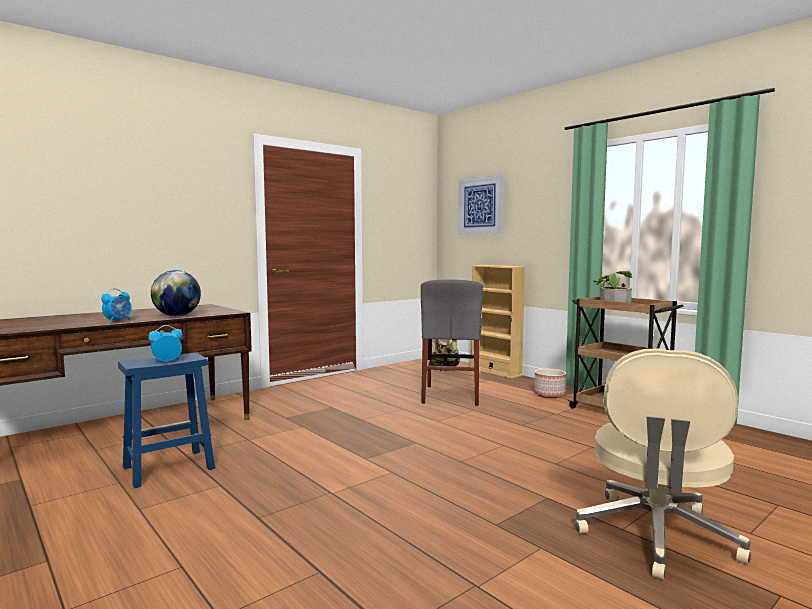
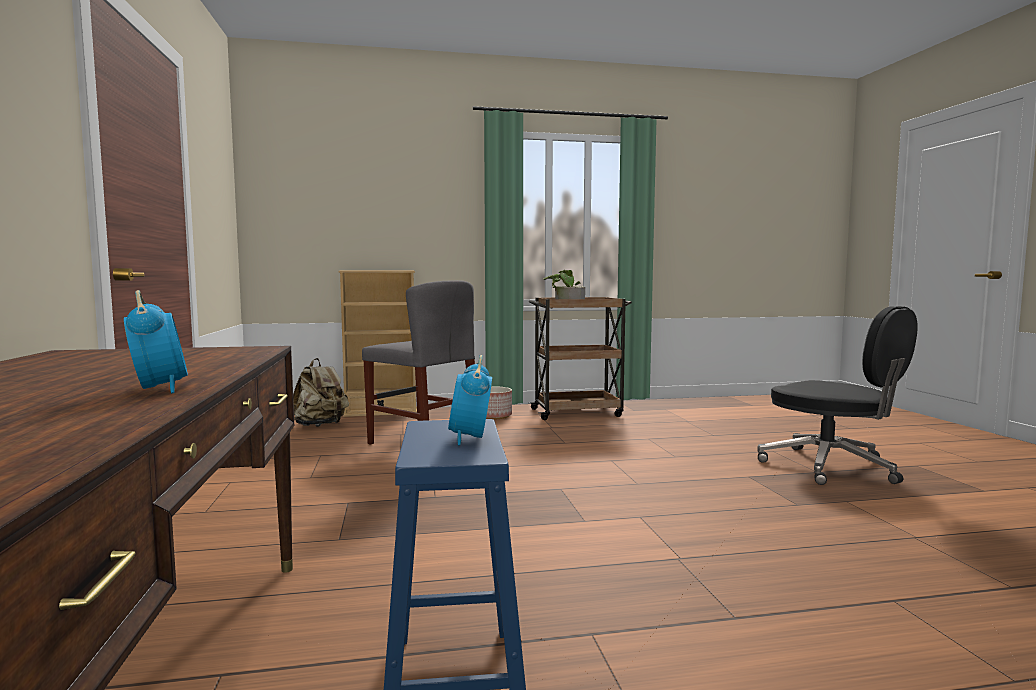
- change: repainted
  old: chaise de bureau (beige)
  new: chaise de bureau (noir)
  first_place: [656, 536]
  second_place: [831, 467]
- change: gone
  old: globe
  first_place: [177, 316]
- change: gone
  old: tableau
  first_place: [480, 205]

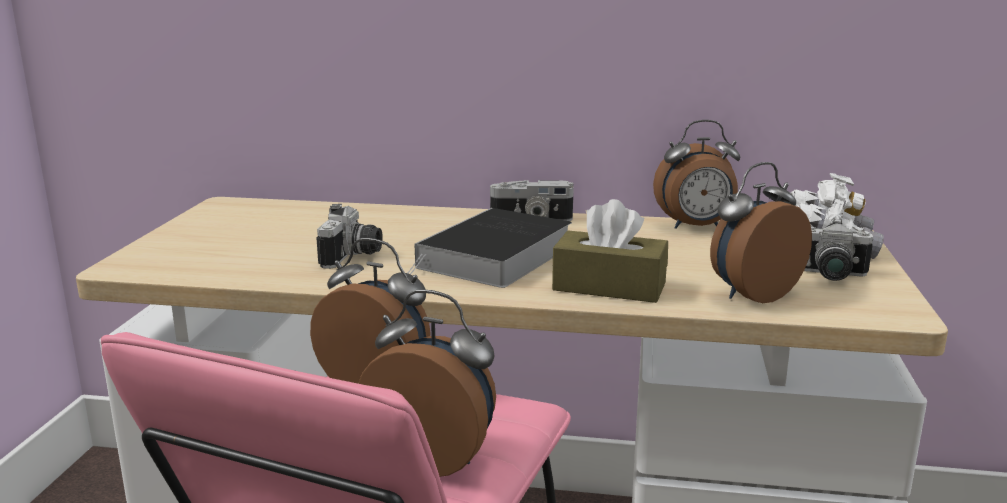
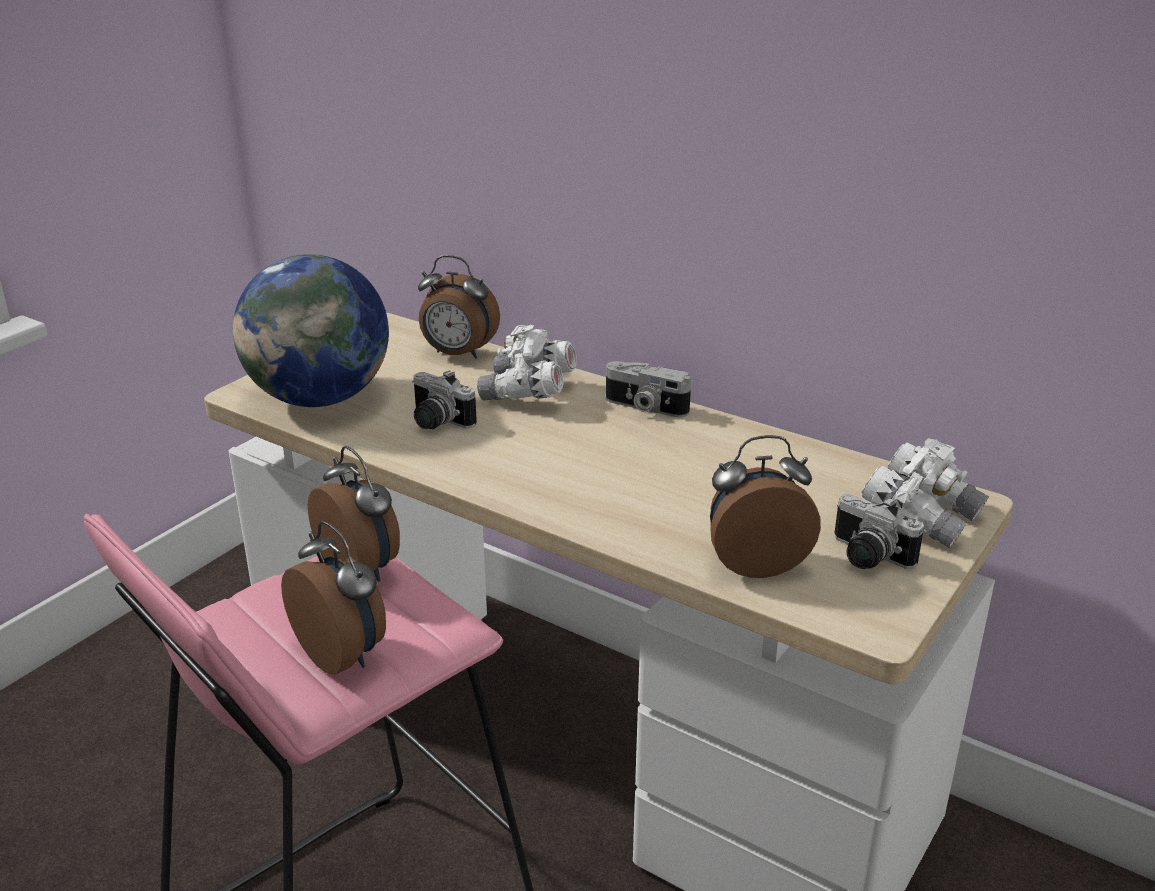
- change: new
  new: globe
  second_place: [320, 398]
- change: rotated
  old: appareil photo
  first_place: [354, 256]
  second_place: [436, 422]
  degrees: 90
- change: shifted
  old: réveil
  first_place: [695, 227]
  second_place: [457, 354]
- change: new
  new: jumelles (blanc)
  second_place: [528, 393]
- change: gone
  old: livre
  first_place: [494, 258]
- change: gone
  old: boîte à mouchoirs (marron)
  first_place: [609, 286]

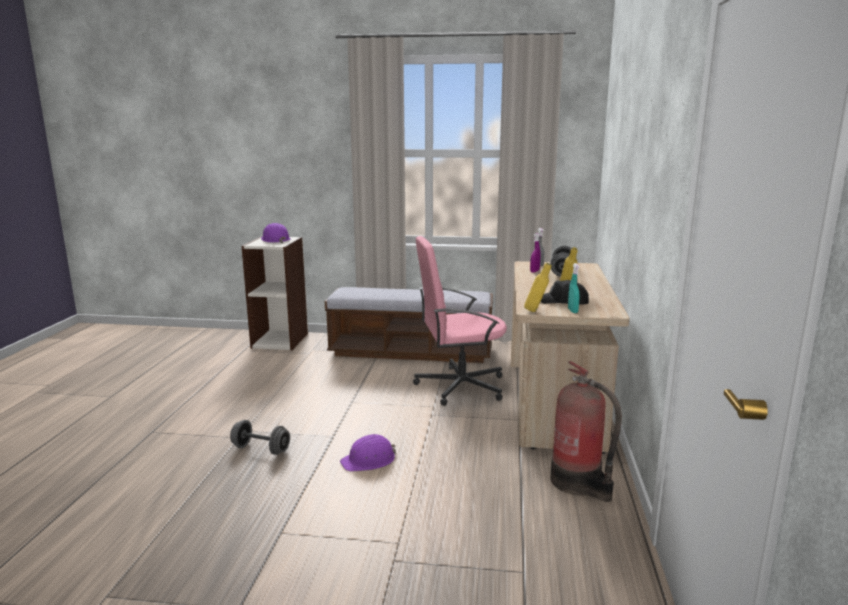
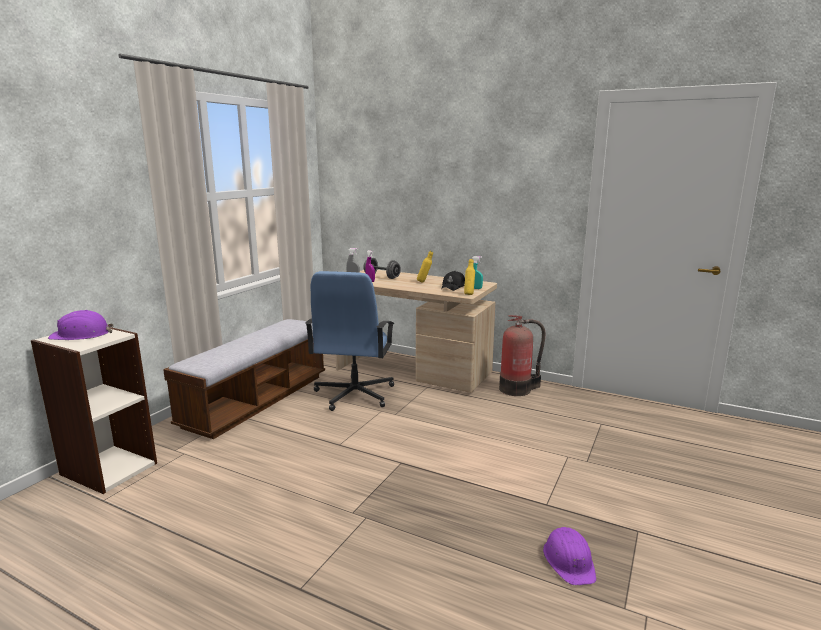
- change: repainted
  old: chaise de bureau (rose)
  new: chaise de bureau (bleu)
  first_place: [459, 386]
  second_place: [354, 394]
- change: shifted
  old: casque de chantier (violet)
  first_place: [369, 460]
  second_place: [569, 561]
- change: gone
  old: haltère (gris)
  first_place: [261, 449]

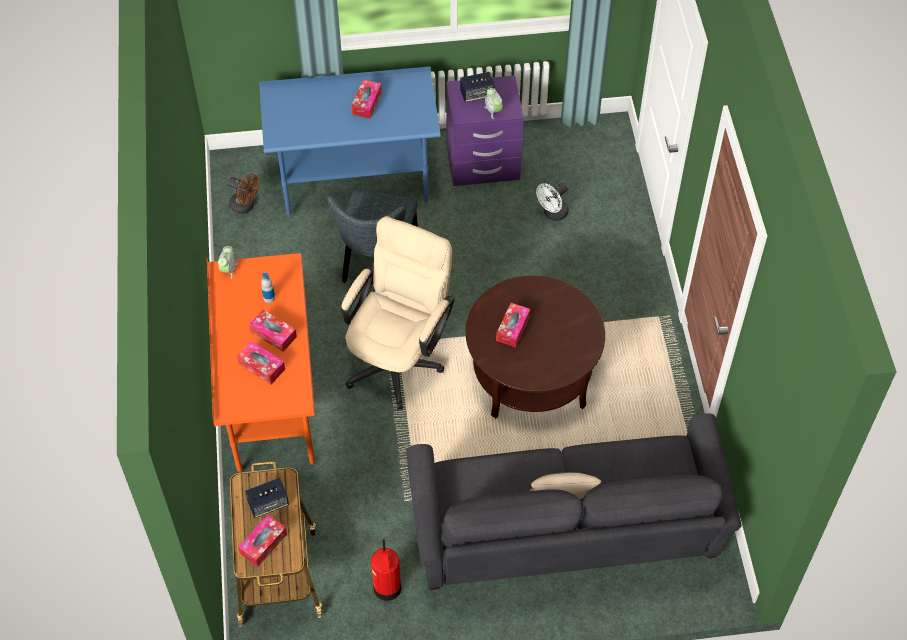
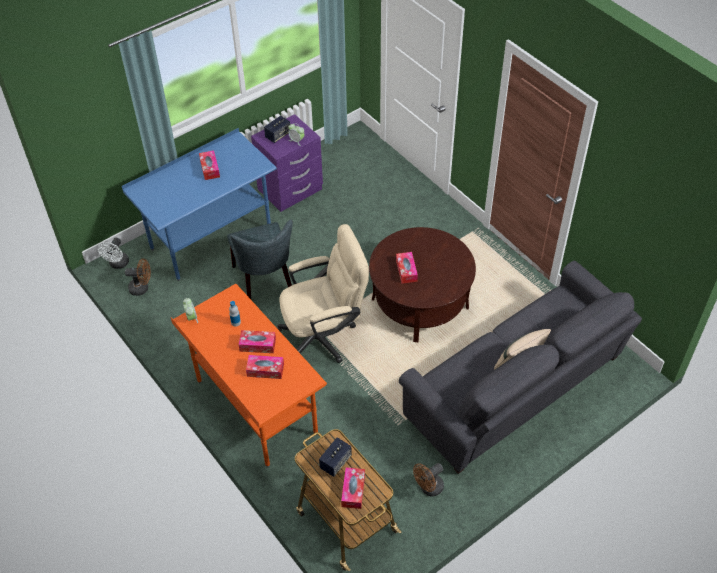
- change: shifted
  old: ventilateur (blanc)
  first_place: [552, 214]
  second_place: [118, 264]
- change: rotated
  old: chaise de bureau (beige)
  first_place: [399, 357]
  second_place: [324, 335]
  degrees: 75
- change: swapped
  old: extincteur
  new: ventilateur (marron)
  first_place: [387, 588]
  second_place: [428, 488]

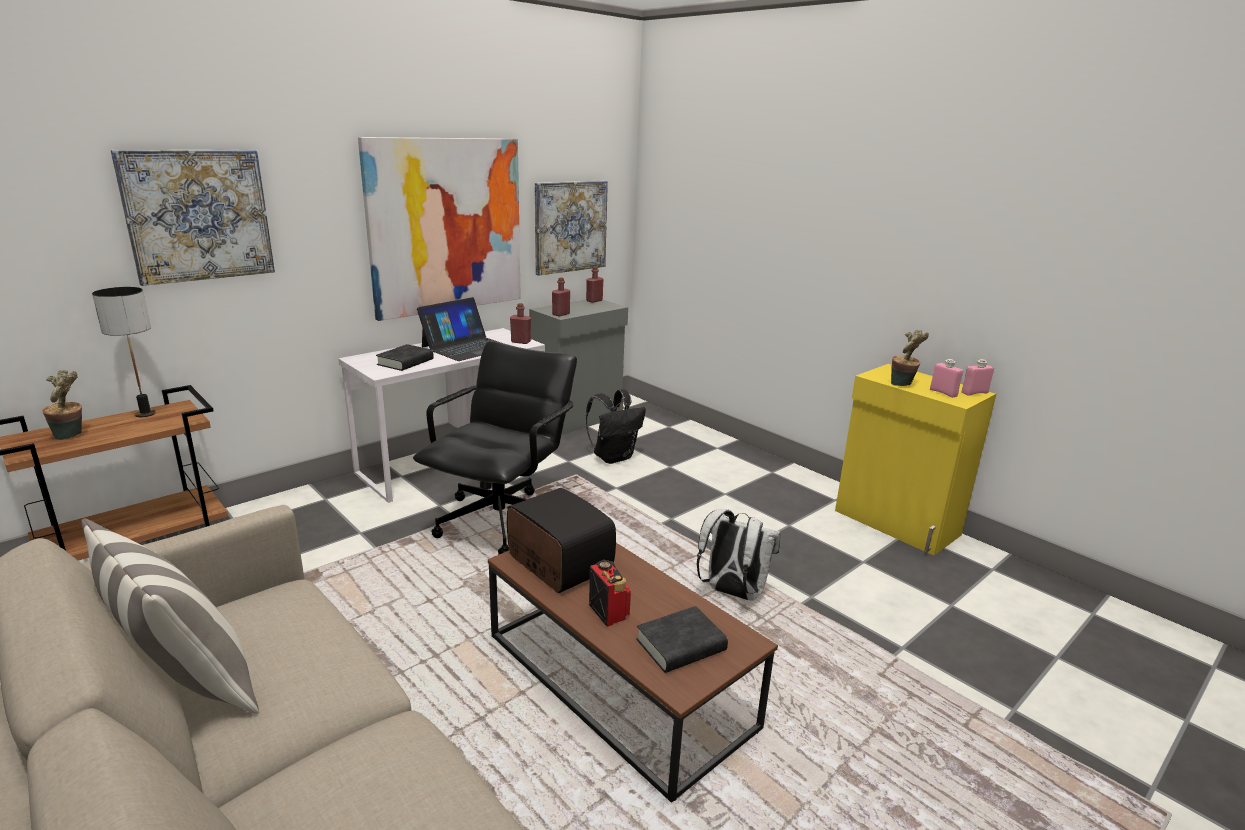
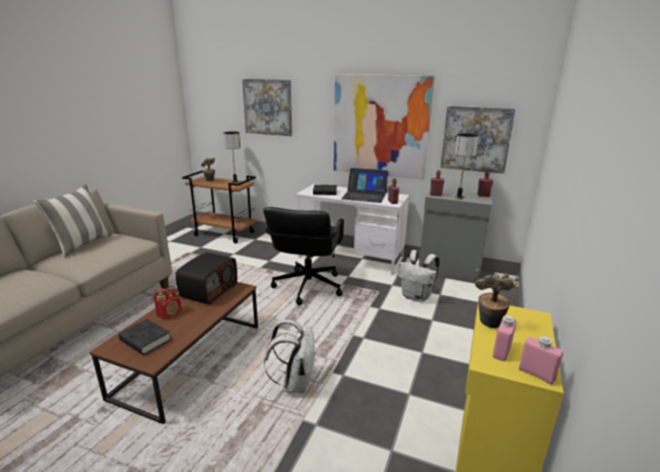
- change: rotated
  old: chaise de bureau (noir)
  first_place: [501, 521]
  second_place: [307, 287]
  degrees: 105
- change: repainted
  old: sac à dos (noir)
  new: sac à dos (blanc)
  first_place: [614, 457]
  second_place: [416, 297]
- change: new
  new: lampe de table
  second_place: [459, 197]

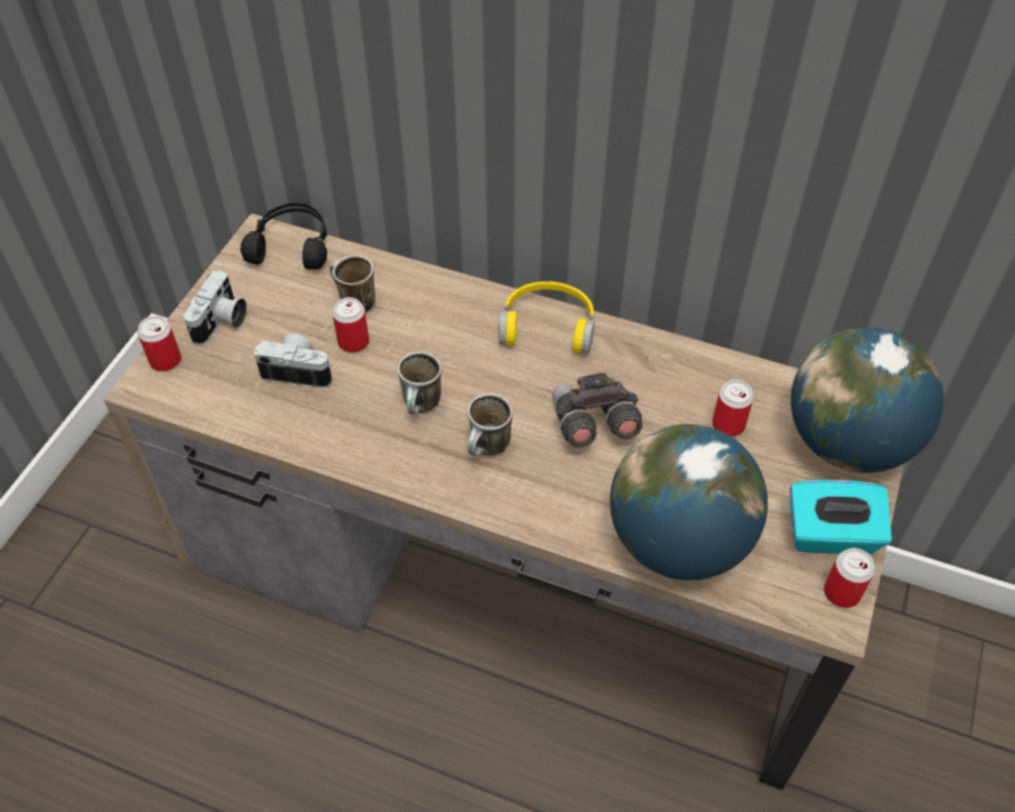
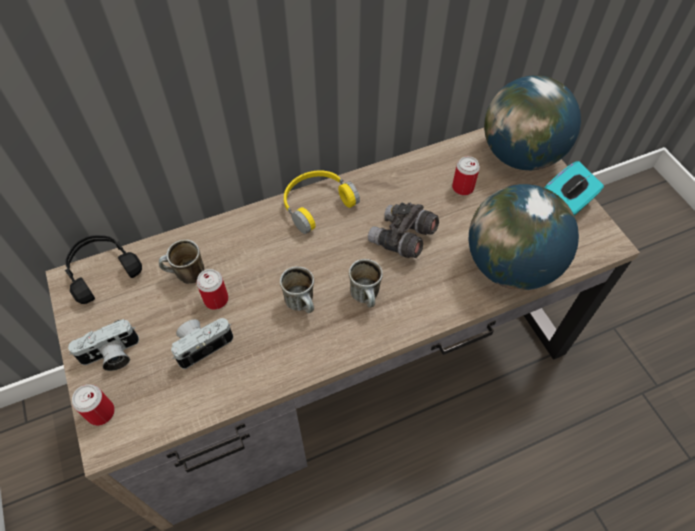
- change: rotated
  old: appareil photo
  first_place: [221, 322]
  second_place: [111, 356]
  degrees: 90
- change: gone
  old: boîte métallique
  first_place: [841, 592]

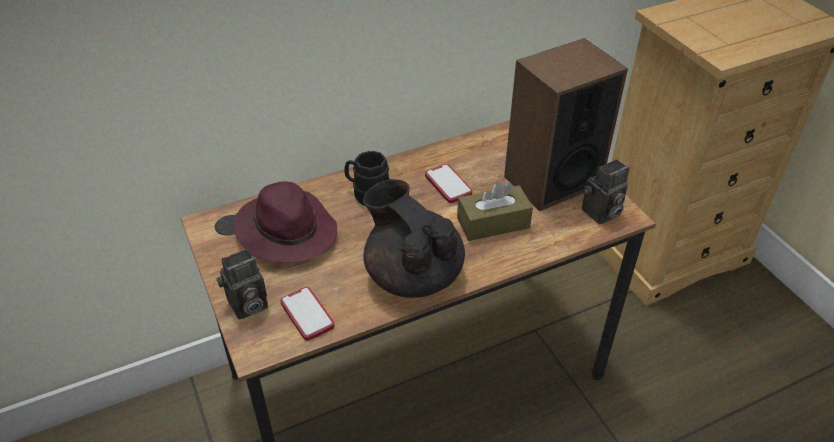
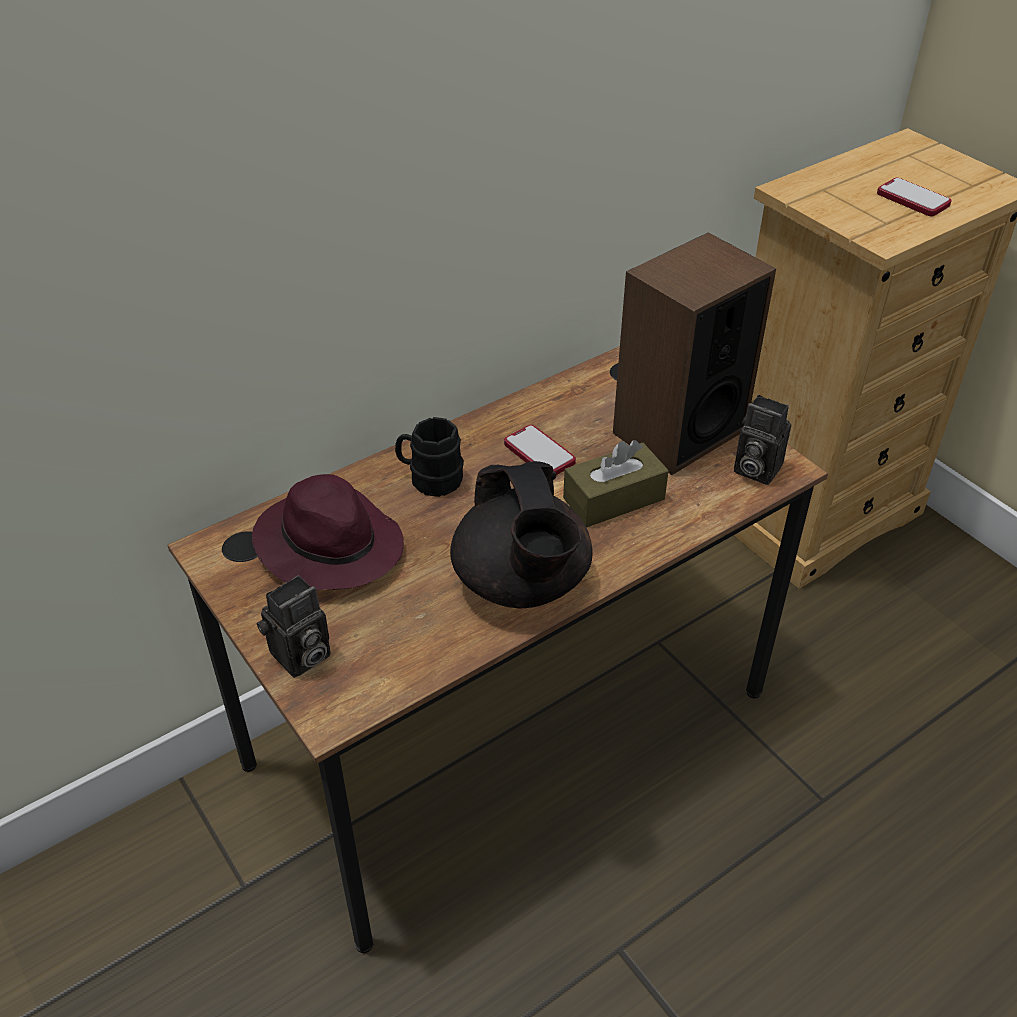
- change: rotated
  old: théière (noir)
  first_place: [412, 275]
  second_place: [522, 583]
  degrees: -150
- change: rotated
  old: appareil photo
  first_place: [601, 214]
  second_place: [754, 469]
  degrees: 75
- change: shifted
  old: téléphone
  first_place: [307, 314]
  second_place: [913, 199]

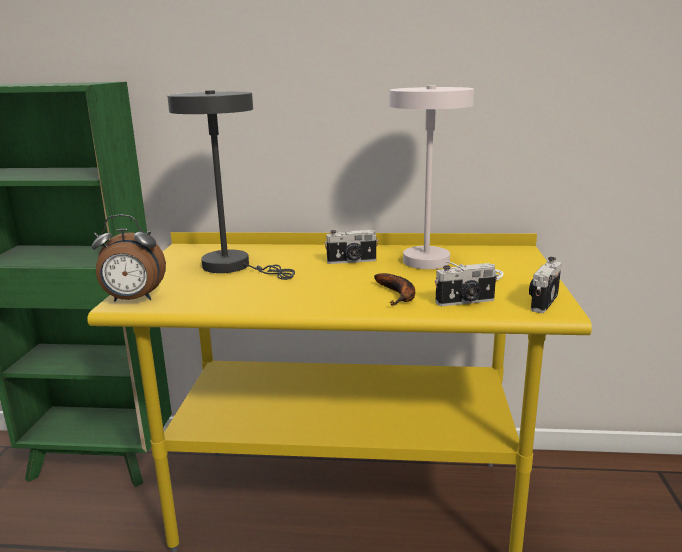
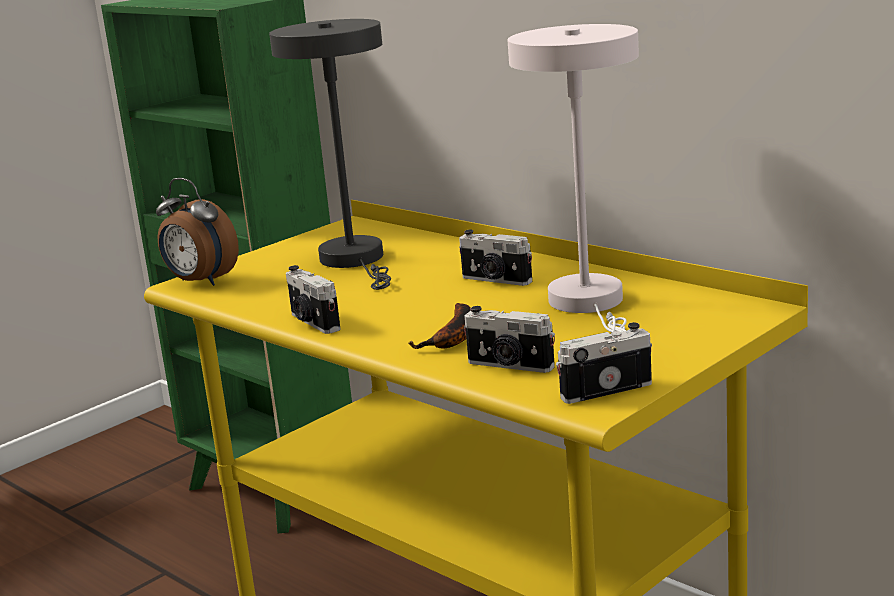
- change: new
  new: appareil photo
  second_place: [313, 322]

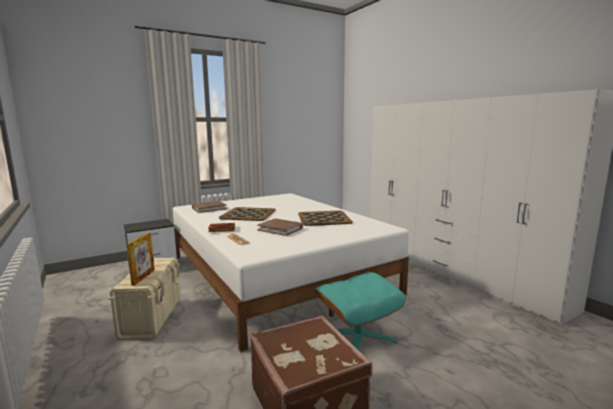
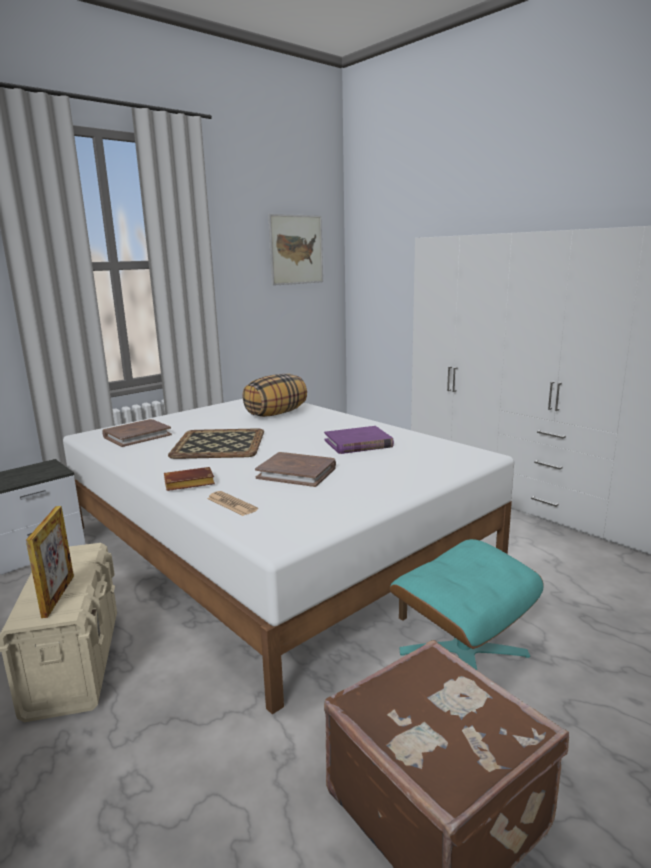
- change: new
  new: coussin
  second_place: [276, 413]
- change: new
  new: tableau
  second_place: [296, 249]
- change: swapped
  old: plateau
  new: livre (violet)
  first_place: [323, 218]
  second_place: [358, 443]

